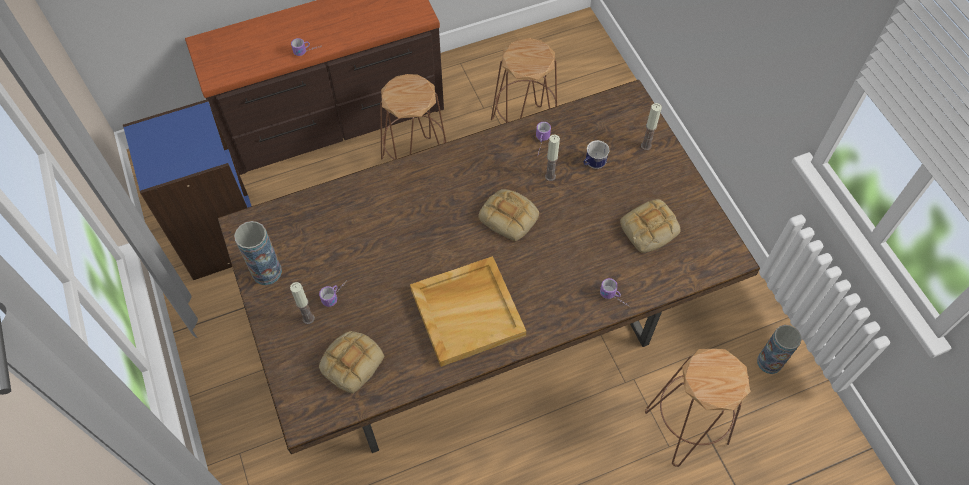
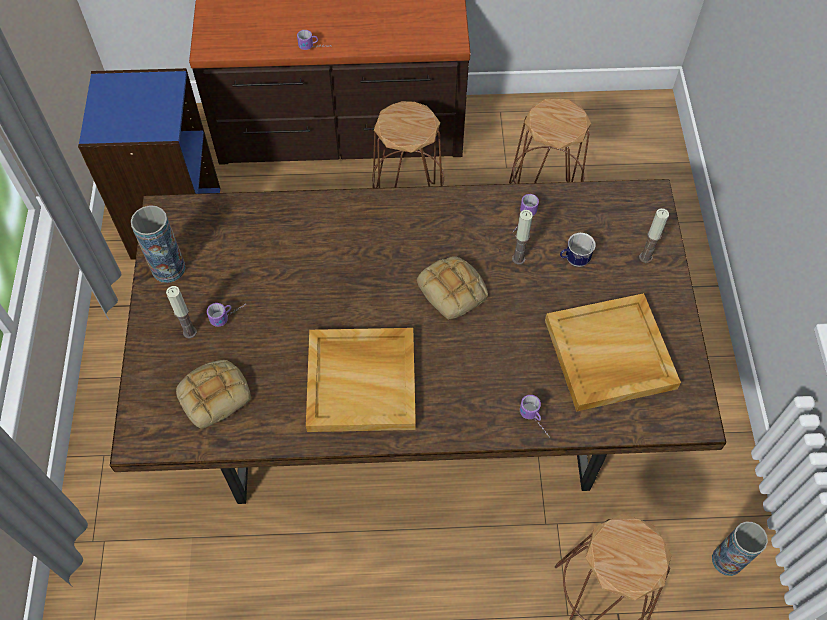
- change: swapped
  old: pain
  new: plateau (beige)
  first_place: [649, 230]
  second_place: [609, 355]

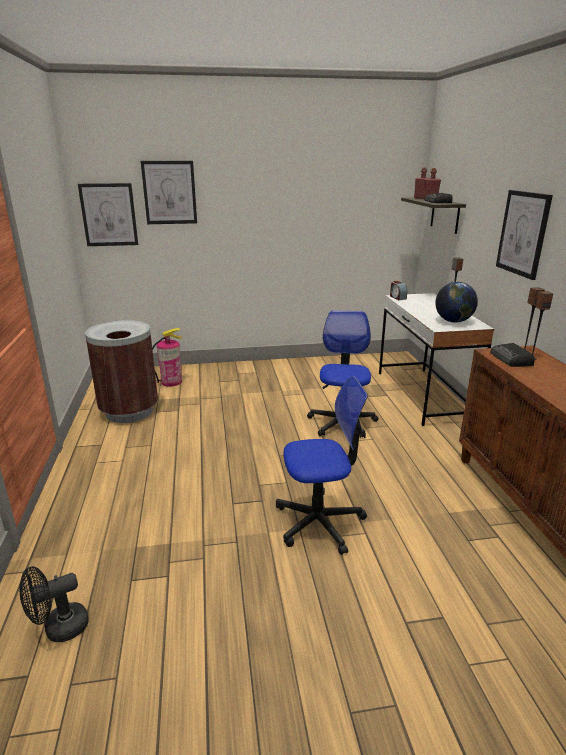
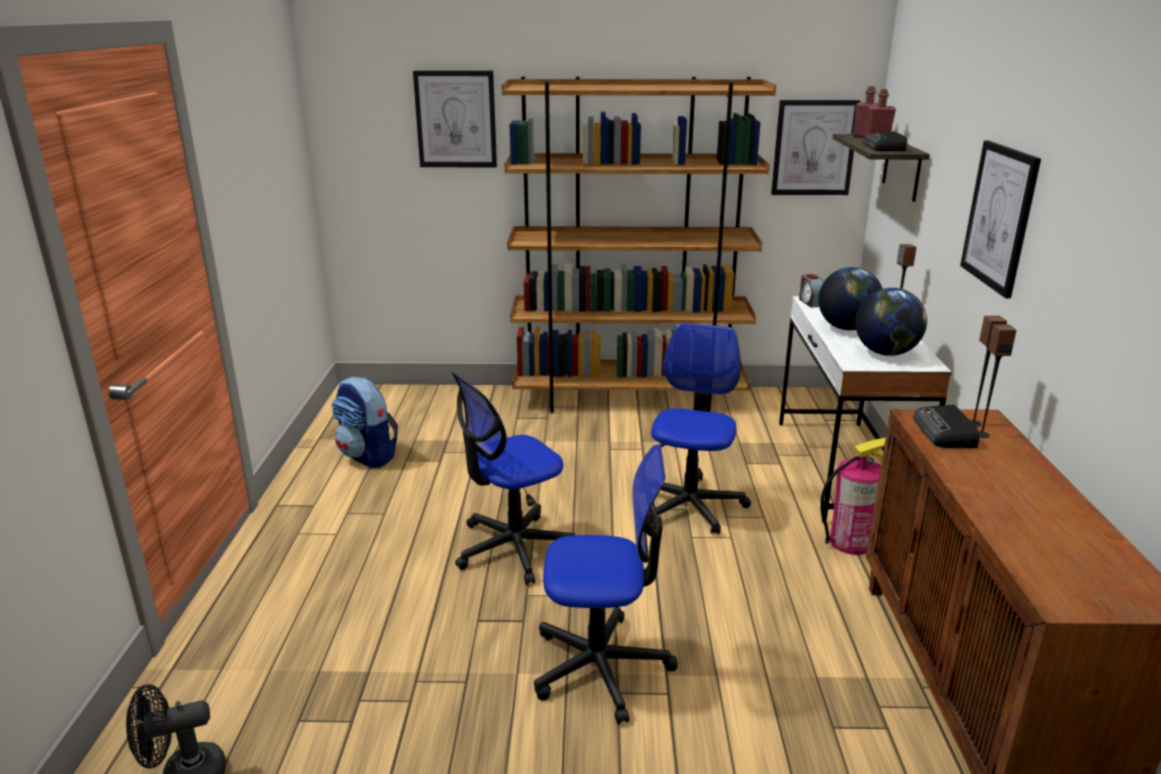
- change: swapped
  old: poubelle (marron)
  new: sac à dos
  first_place: [129, 411]
  second_place: [368, 456]
- change: new
  new: chaise de bureau
  second_place: [513, 548]
- change: new
  new: bibliothèque (marron)
  second_place: [629, 399]
- change: shifted
  old: tableau
  first_place: [109, 215]
  second_place: [814, 148]
- change: new
  new: globe
  second_place: [846, 328]
- change: shifted
  old: extincteur
  first_place: [171, 382]
  second_place: [850, 542]

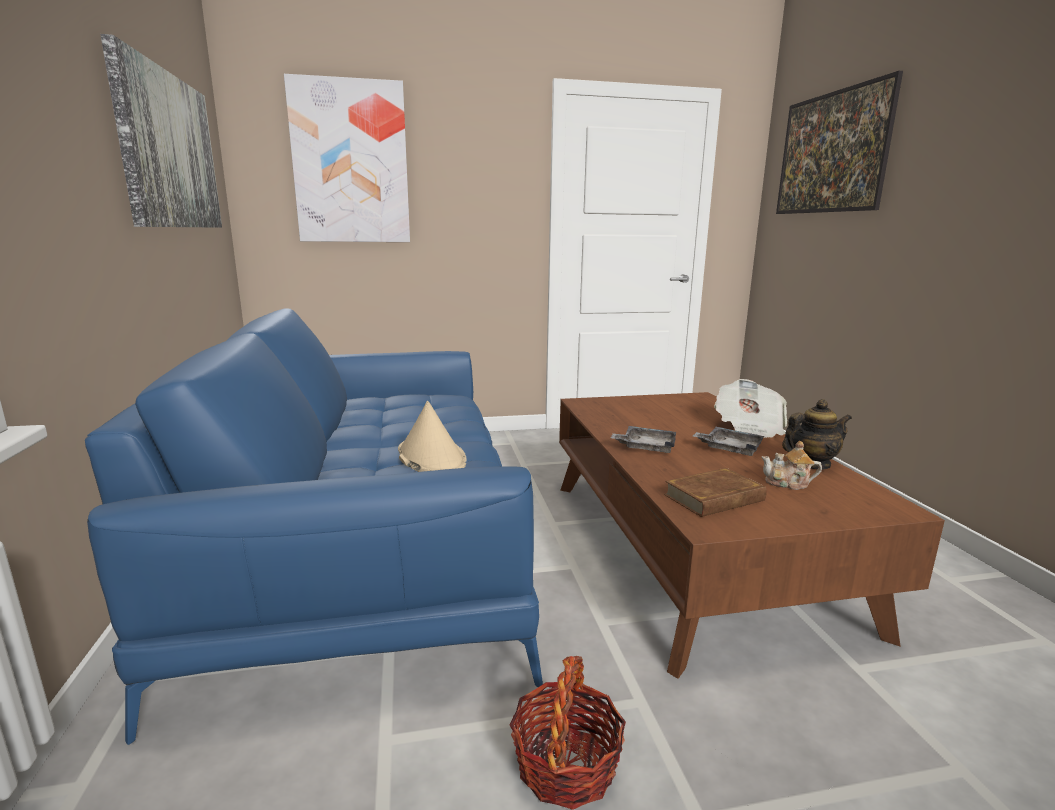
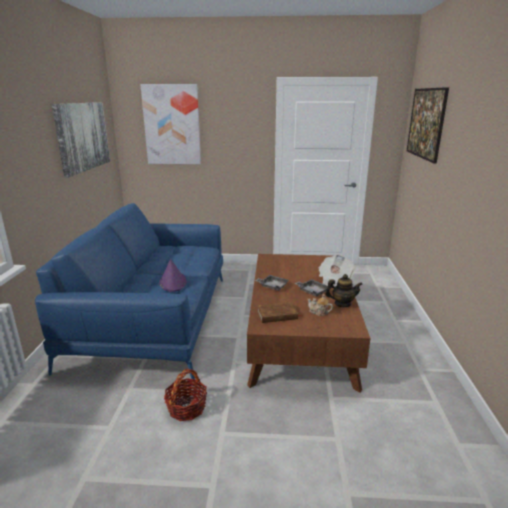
- change: repainted
  old: chapeau (beige)
  new: chapeau (violet)
  first_place: [430, 457]
  second_place: [172, 282]

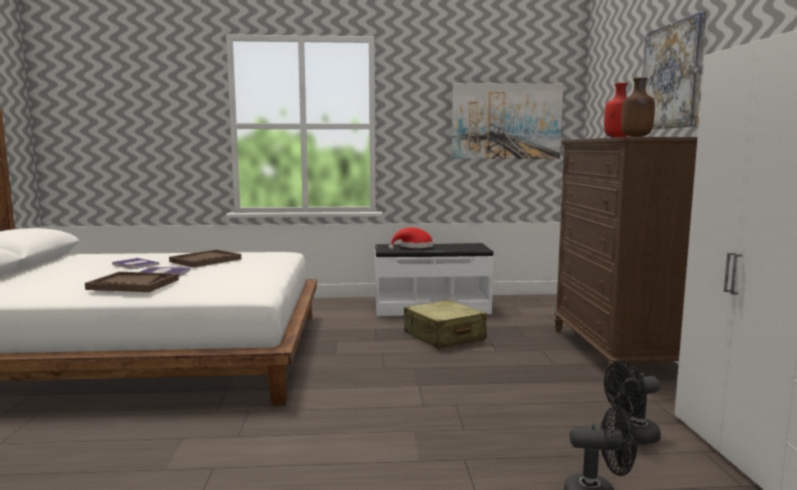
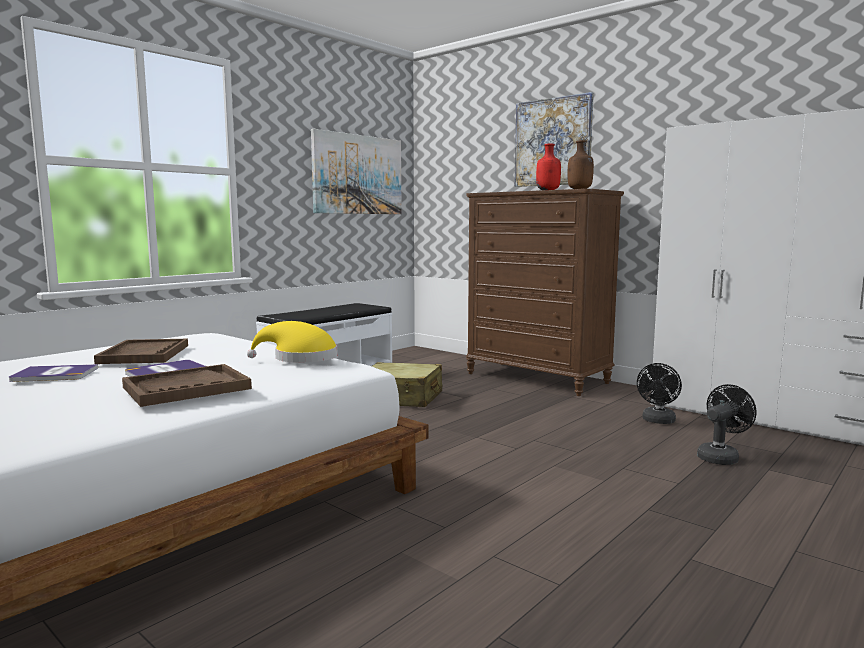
- change: new
  new: chapeau (jaune)
  second_place: [300, 358]
- change: gone
  old: chapeau (rouge)
  first_place: [414, 247]

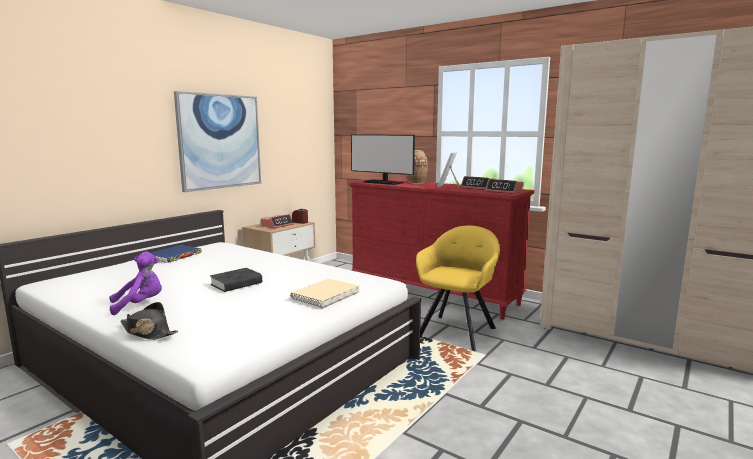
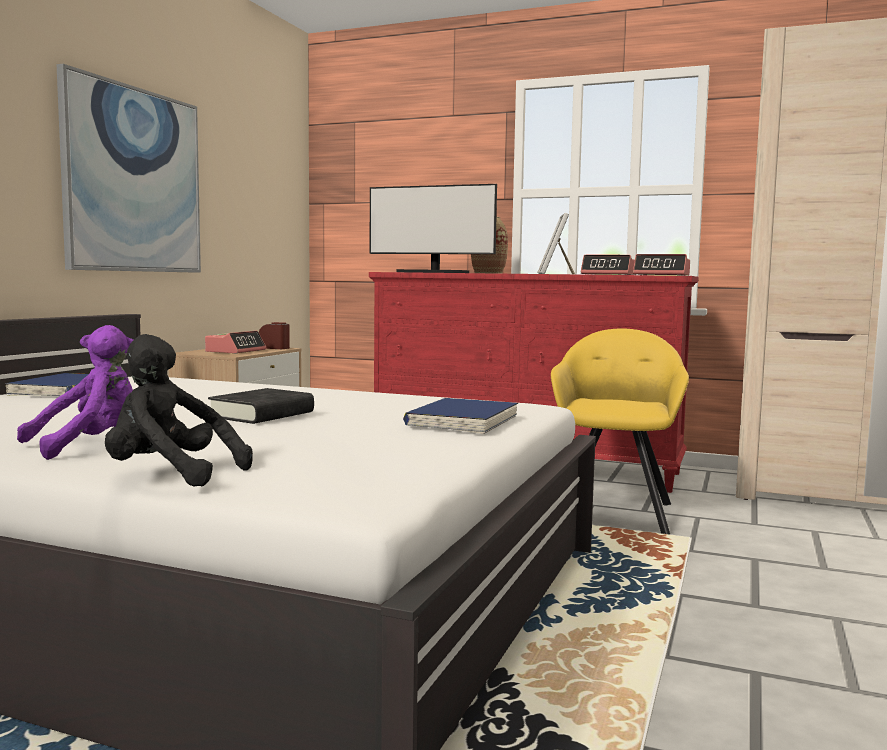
- change: swapped
  old: chapeau (noir)
  new: peluche (noir)
  first_place: [148, 332]
  second_place: [170, 475]
- change: repainted
  old: livre (beige)
  new: livre (bleu)
  first_place: [325, 295]
  second_place: [462, 421]

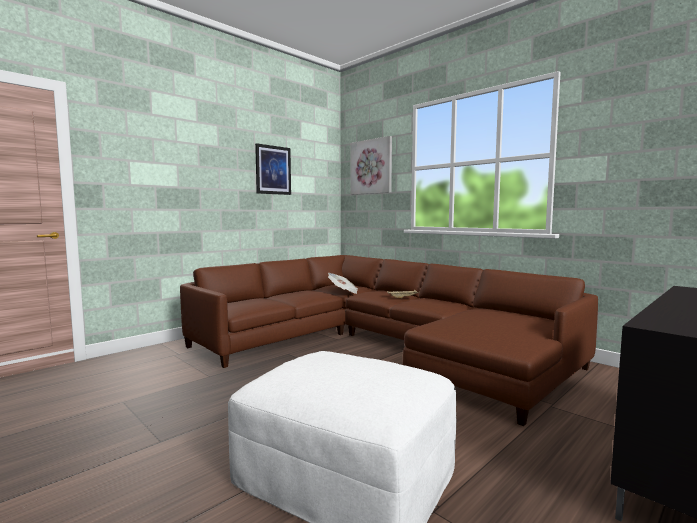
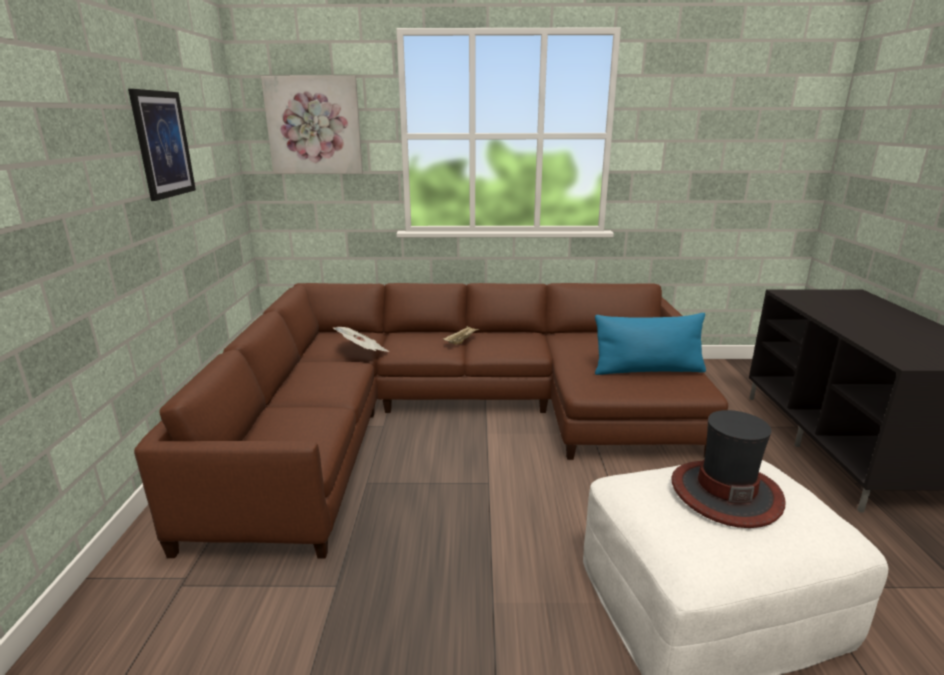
- change: new
  new: coussin (bleu)
  second_place: [647, 370]
- change: new
  new: chapeau
  second_place: [725, 492]

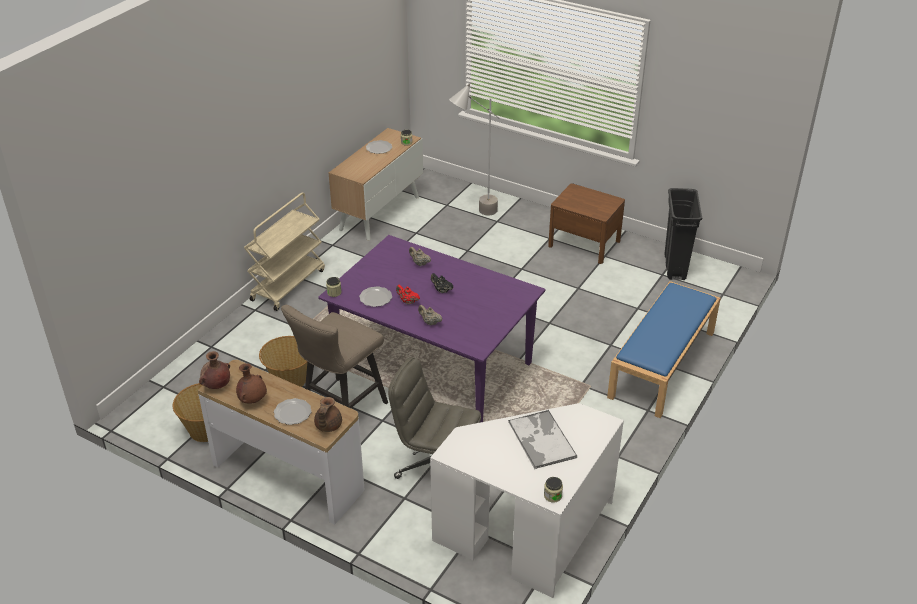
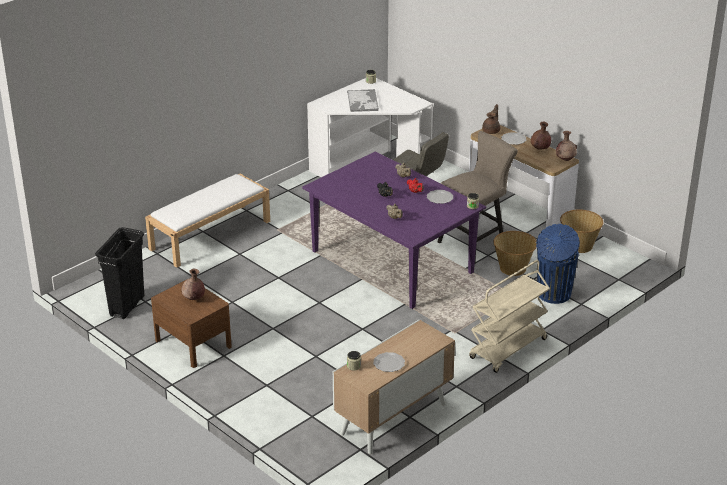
- change: repainted
  old: banc (bleu)
  new: banc (blanc)
  first_place: [662, 365]
  second_place: [210, 234]
- change: new
  new: vase (marron)
  second_place: [194, 299]
- change: new
  new: poubelle (bleu)
  second_place: [553, 294]
- change: gone
  old: lampadaire (gris)
  first_place: [474, 214]

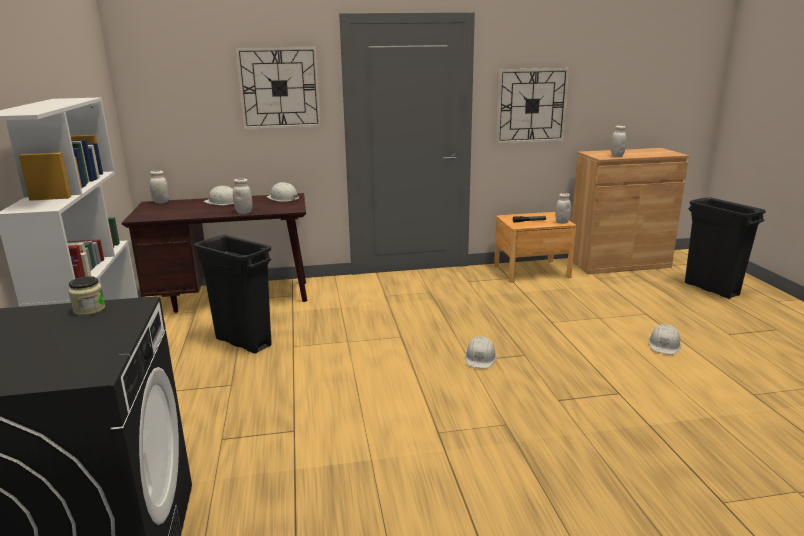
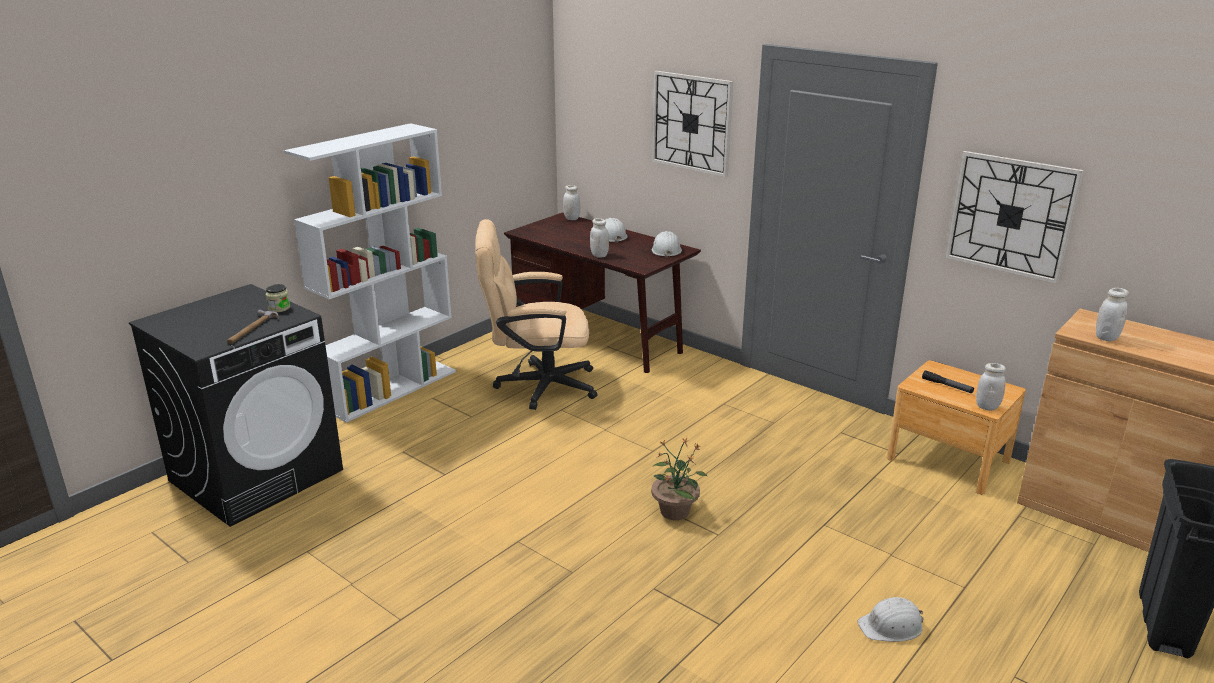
- change: new
  new: marteau
  second_place: [252, 329]
- change: swapped
  old: poubelle (noir)
  new: chaise de bureau (beige)
  first_place: [243, 342]
  second_place: [536, 386]
- change: swapped
  old: casque de chantier (blanc)
  new: plante en pot
  first_place: [480, 357]
  second_place: [675, 511]

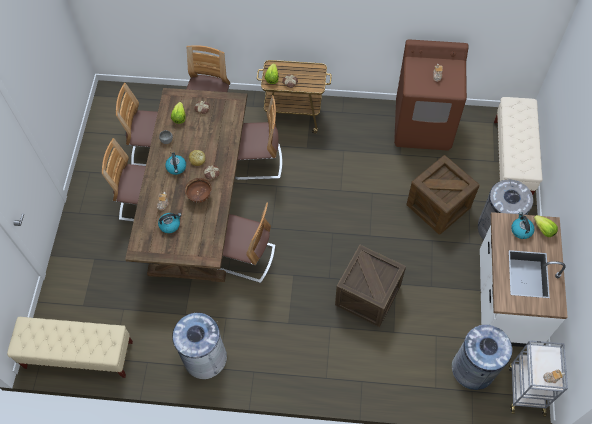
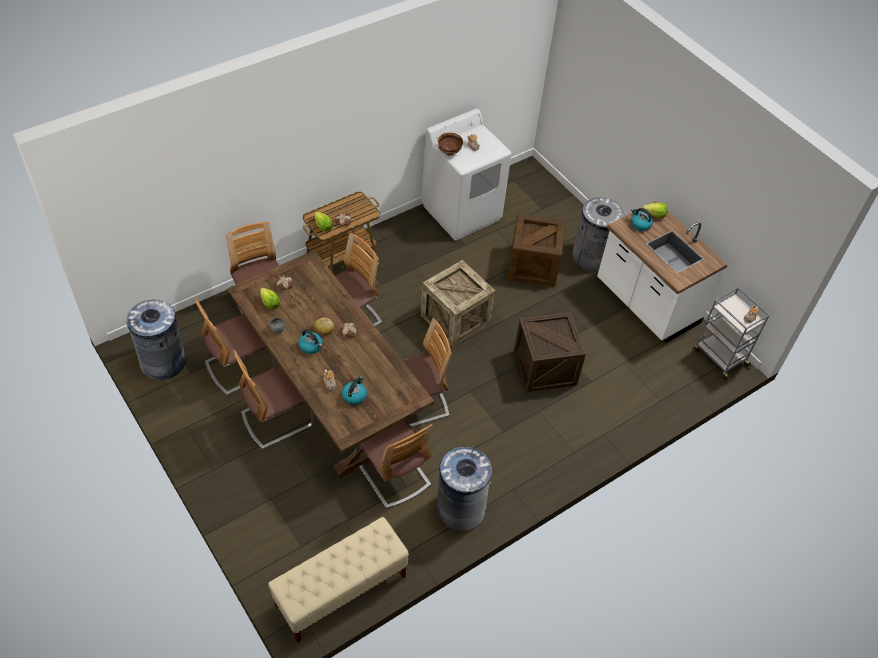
- change: shifted
  old: poubelle (gris)
  first_place: [473, 369]
  second_place: [163, 362]
- change: new
  new: chaise
  second_place: [393, 474]
- change: repainted
  old: lave-linge (marron)
  new: lave-linge (blanc)
  first_place: [423, 126]
  second_place: [462, 212]
- change: new
  new: caisse
  second_place: [455, 319]
- change: shifted
  old: bol (marron)
  first_place: [200, 196]
  second_place: [449, 152]
- change: gone
  old: banc (beige)
  first_place: [511, 160]

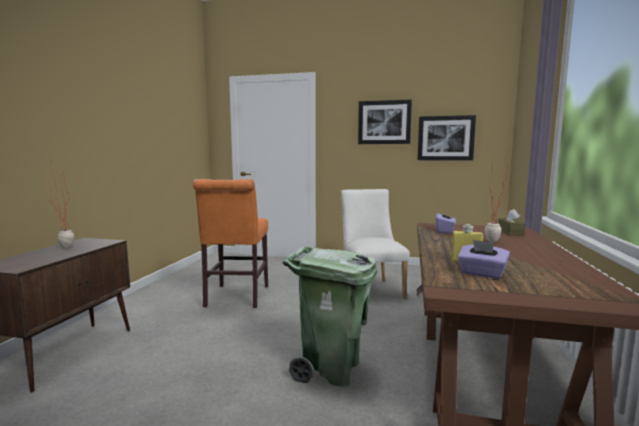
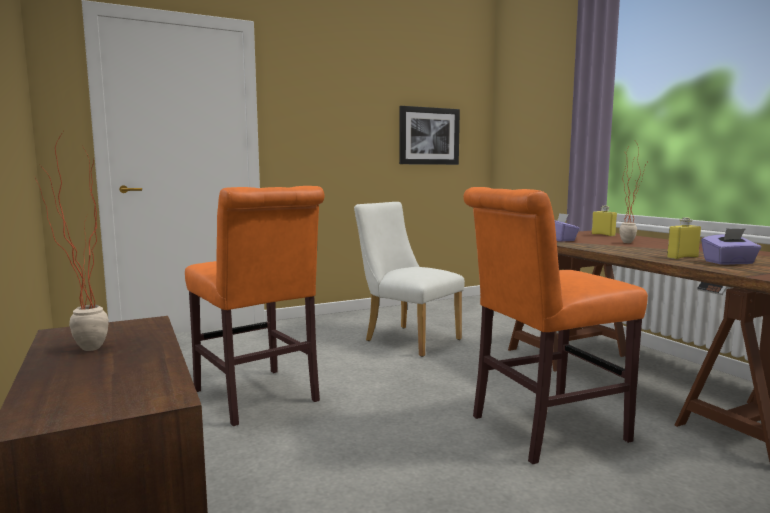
- change: swapped
  old: poubelle (vert)
  new: chaise (orange)
  first_place: [330, 369]
  second_place: [541, 430]
- change: swapped
  old: boîte à mouchoirs (marron)
  new: bouteille (jaune)
  first_place: [510, 232]
  second_place: [603, 235]
- change: gone
  old: tableau
  first_place: [384, 122]

